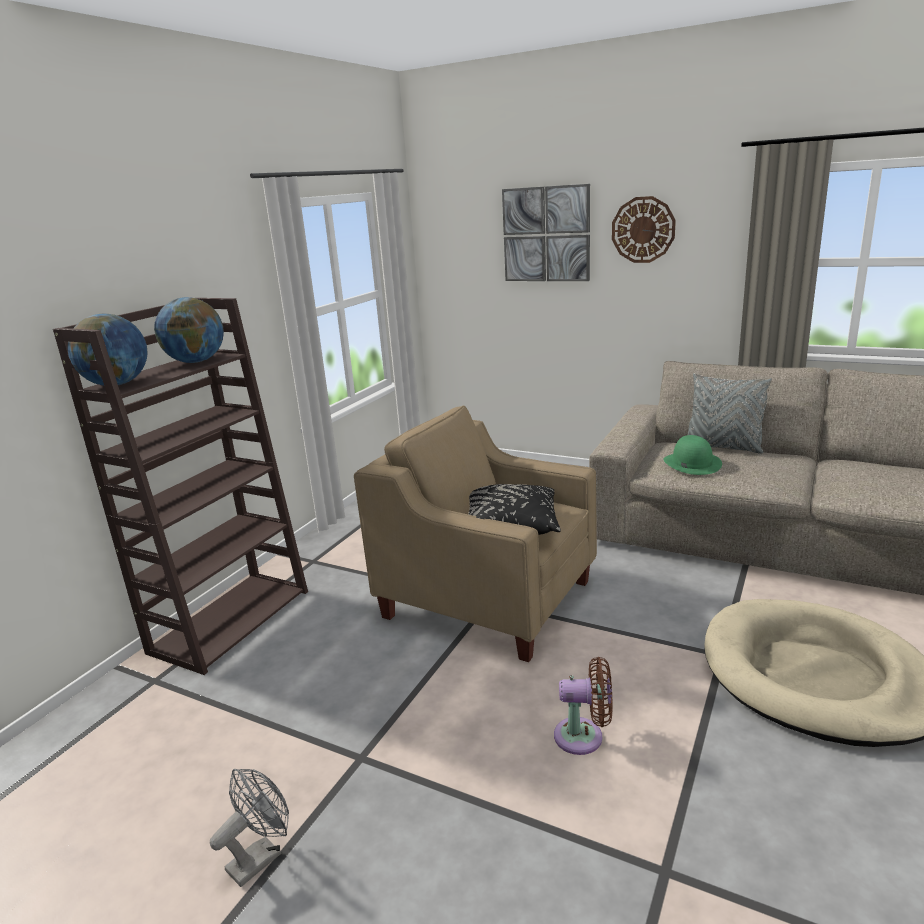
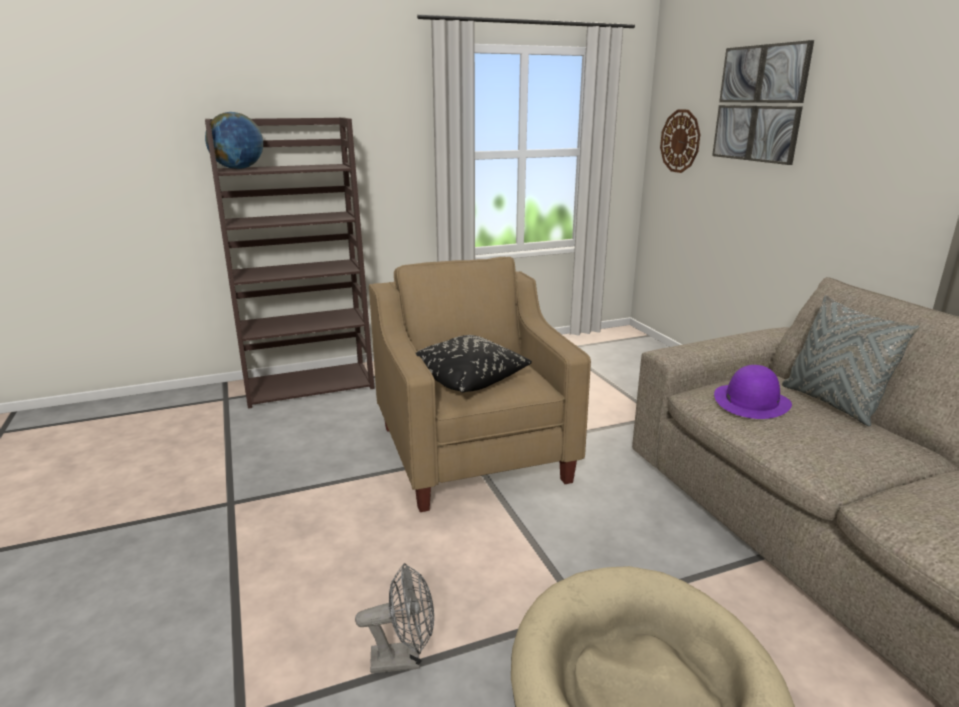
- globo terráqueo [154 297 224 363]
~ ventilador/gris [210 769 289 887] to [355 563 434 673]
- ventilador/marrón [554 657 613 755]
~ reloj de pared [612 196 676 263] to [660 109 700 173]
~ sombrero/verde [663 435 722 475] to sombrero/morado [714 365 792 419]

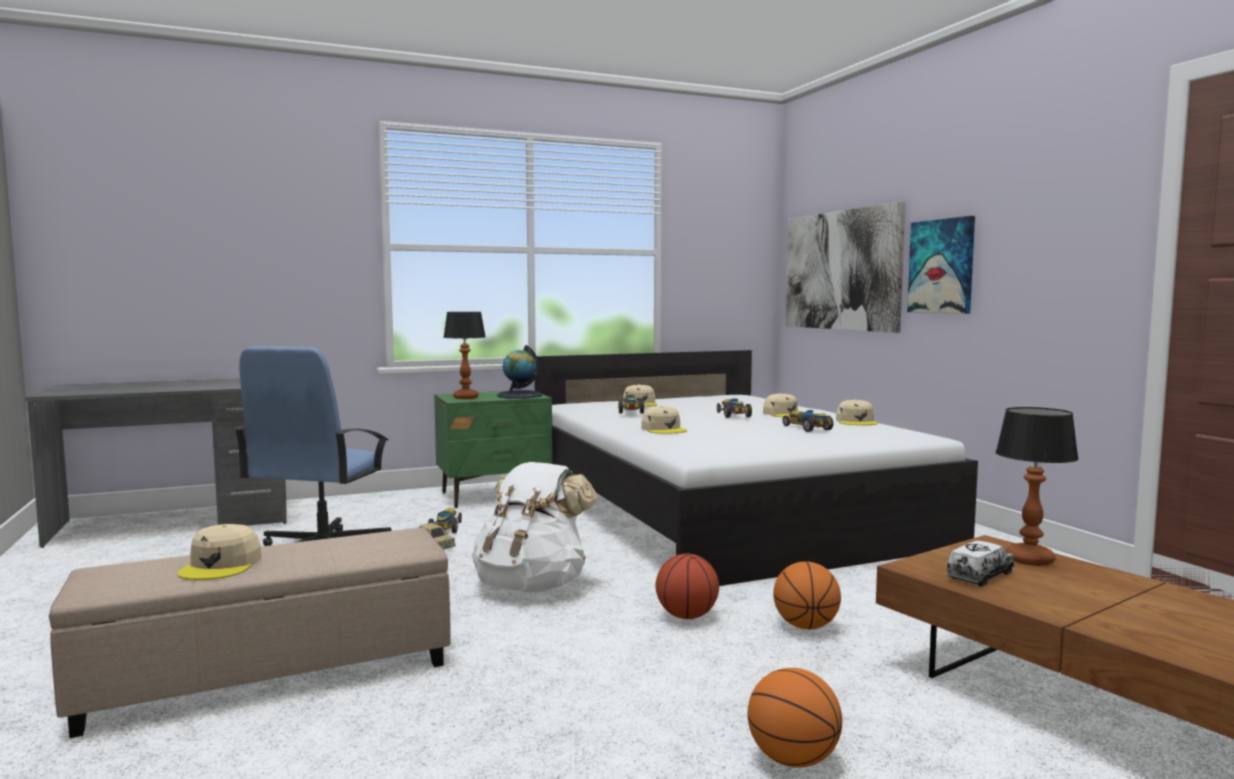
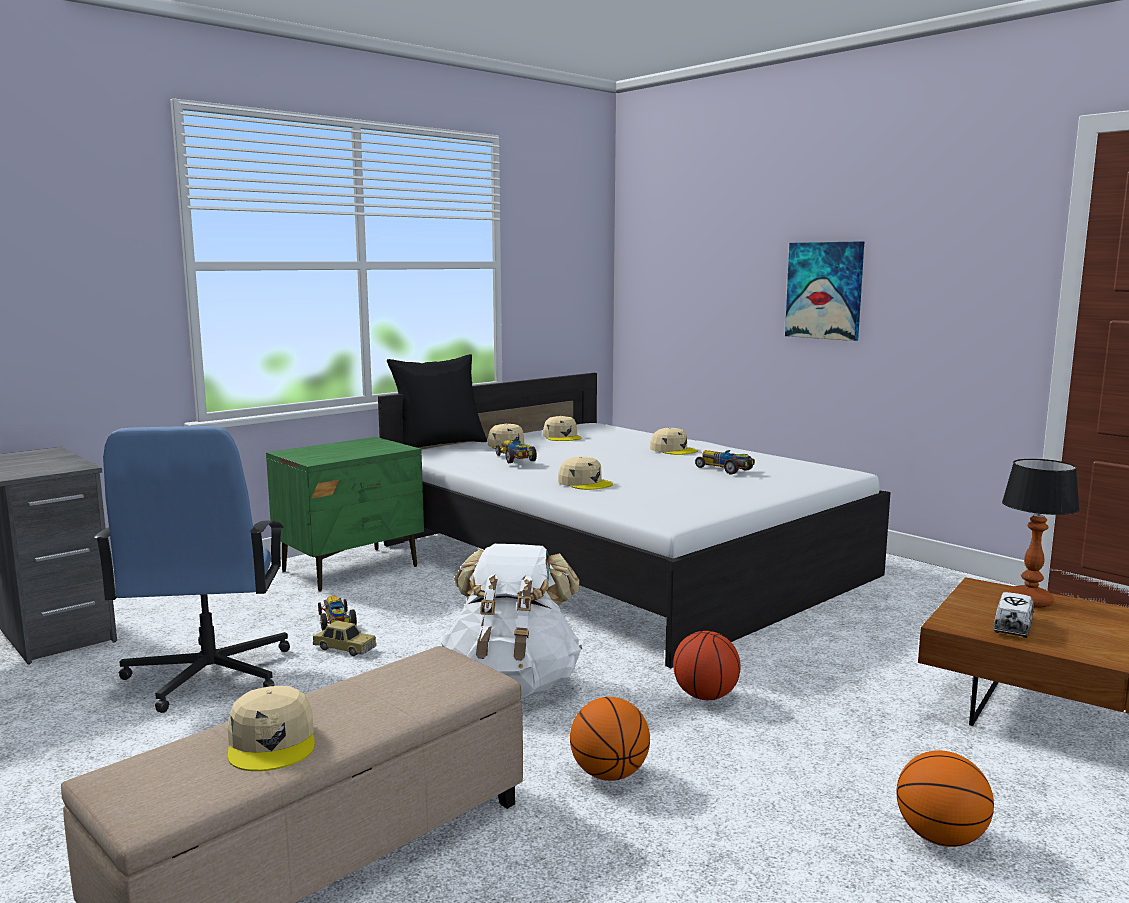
- lámpara de mesa [443 312 486 399]
- globo terráqueo [497 345 542 399]
- coche de juguete [717 399 752 418]
~ balón de baloncesto [773 562 841 629] to [570 697 650 781]
- cuadro [786 202 905 333]
~ gorra/beis [836 399 878 425] to [543 416 582 441]
+ cojín/negro [387 354 487 448]

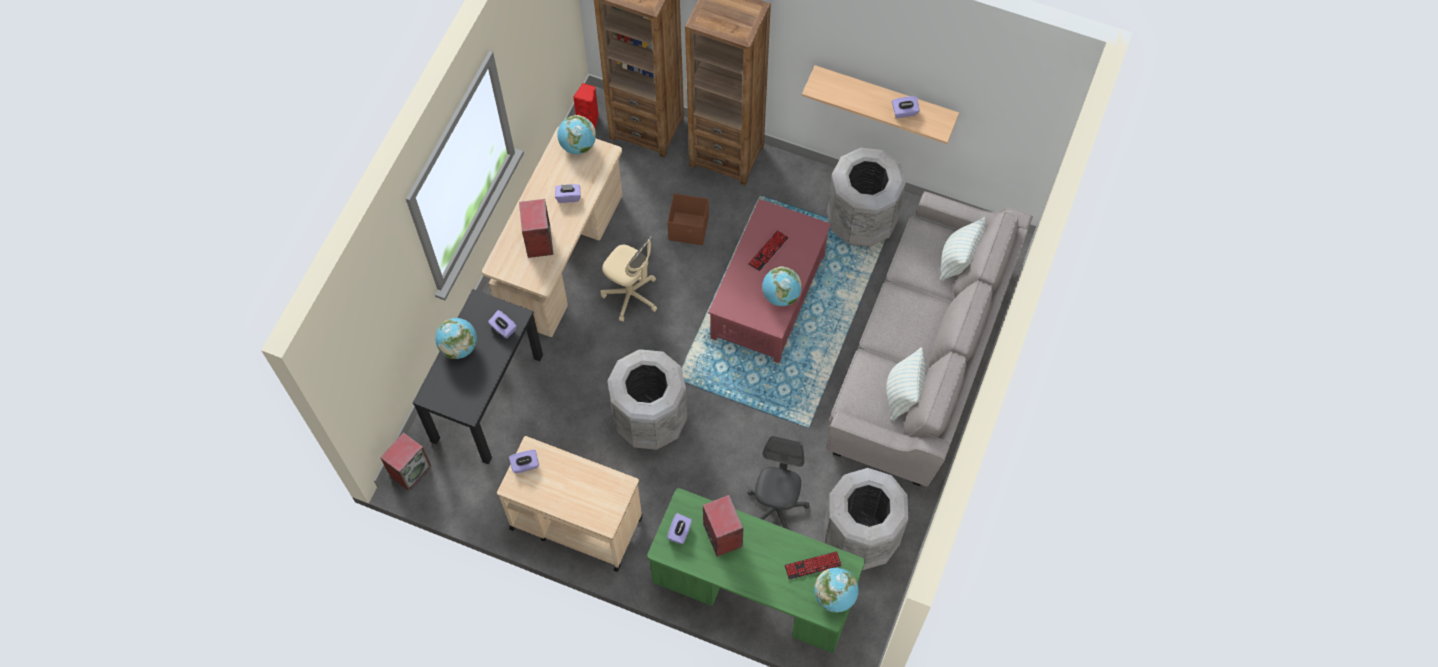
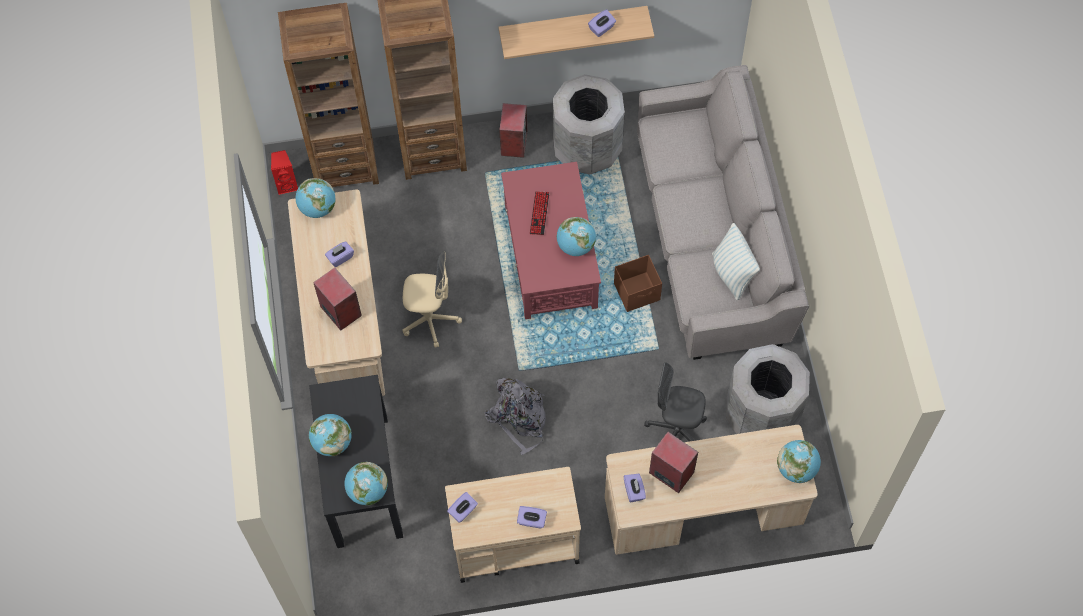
~ altavoz [380 432 432 491] to [499 103 527 158]
~ caja de pañuelos/morado [488 310 517 339] to [517 506 547 529]
~ papelera/gris [607 349 687 450] to mochila/gris [485 378 546 455]
~ escritorio/verde [647 488 865 654] to escritorio/beis [605 425 818 555]
~ caja de almacenaje/marrón [667 193 709 245] to [614 255 662 312]
~ silla de oficina/gris [748 435 810 530] = [644 363 707 442] 60 degrees counterclockwise
- teclado [784 551 842 580]
- cojín [940 217 986 281]
+ globo terráqueo [344 462 388 505]

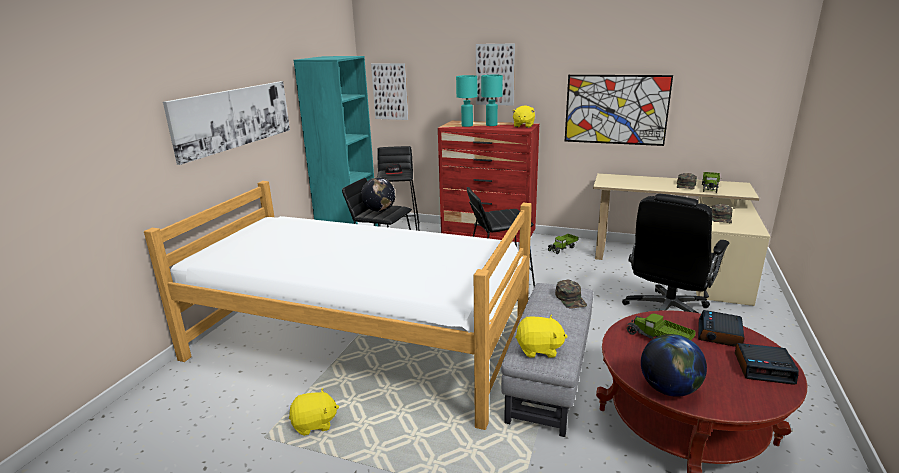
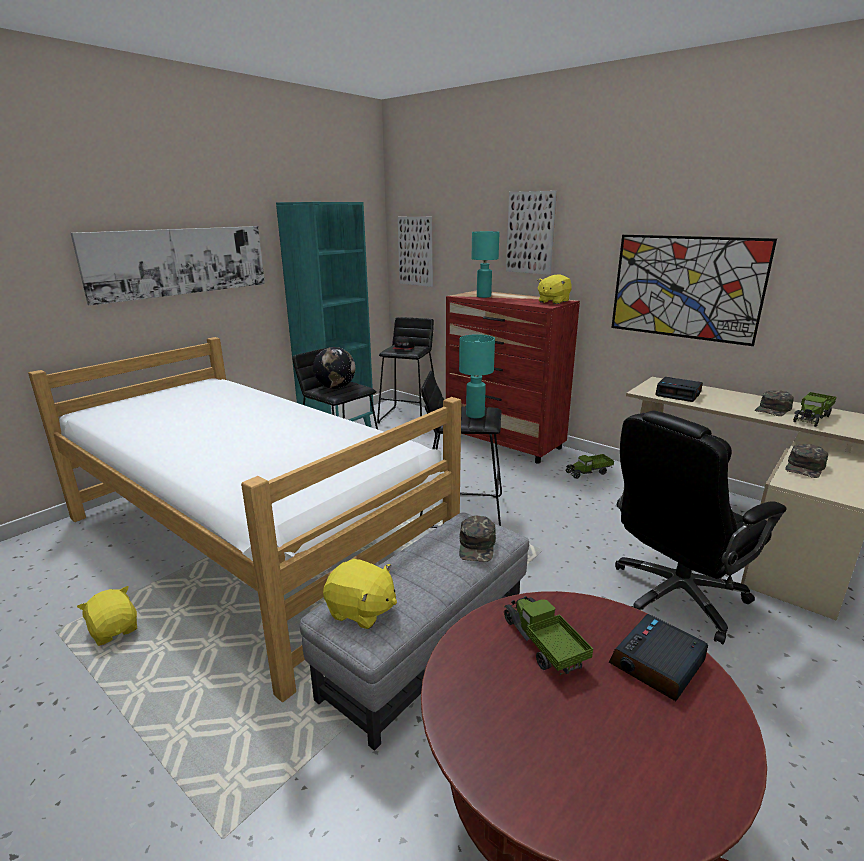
~ peluche/amarillo [289 388 339 436] = [77 586 137 646] 135 degrees counterclockwise
~ lámpara de mesa/turquesa [481 75 503 126] to [459 334 495 418]
- globo terráqueo [641 334 707 397]
~ despertador [735 343 799 385] to [655 377 703 402]

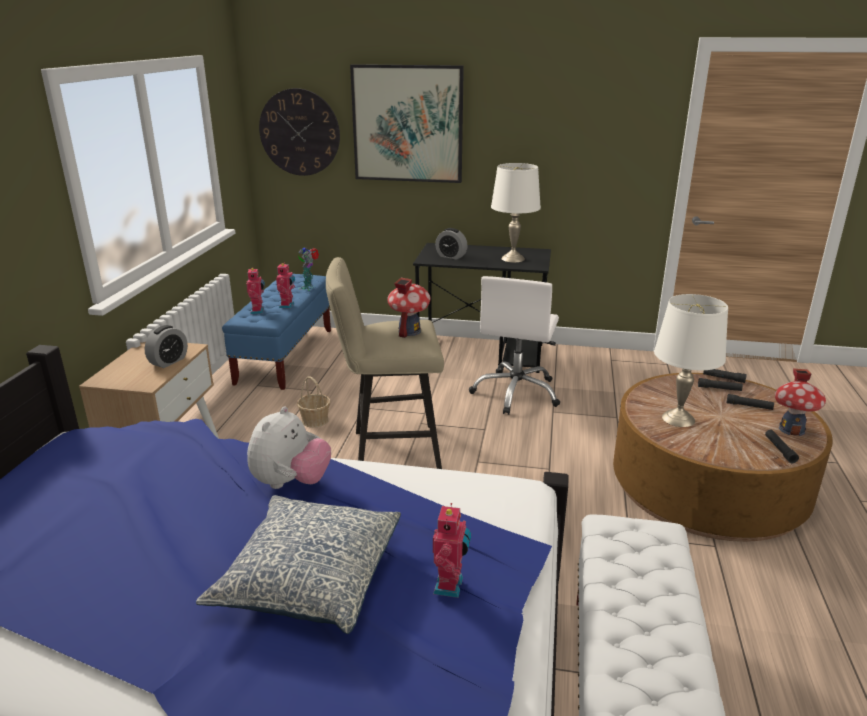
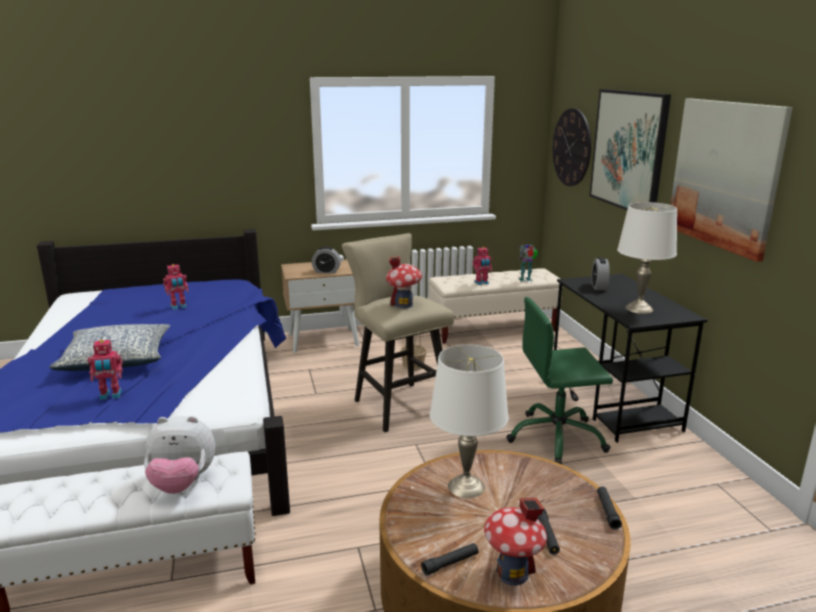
~ banco/azul [222 274 331 390] to banco/beis [429 268 563 344]
~ robot de juguete [246 268 265 314] to [163 264 189 310]
~ peluche [247 406 331 489] to [144 416 215 494]
~ silla de oficina/blanco [469 276 560 415] to silla de oficina/verde [506 297 613 464]
- linterna/negro [698 378 743 391]
+ cuadro [671 99 793 262]

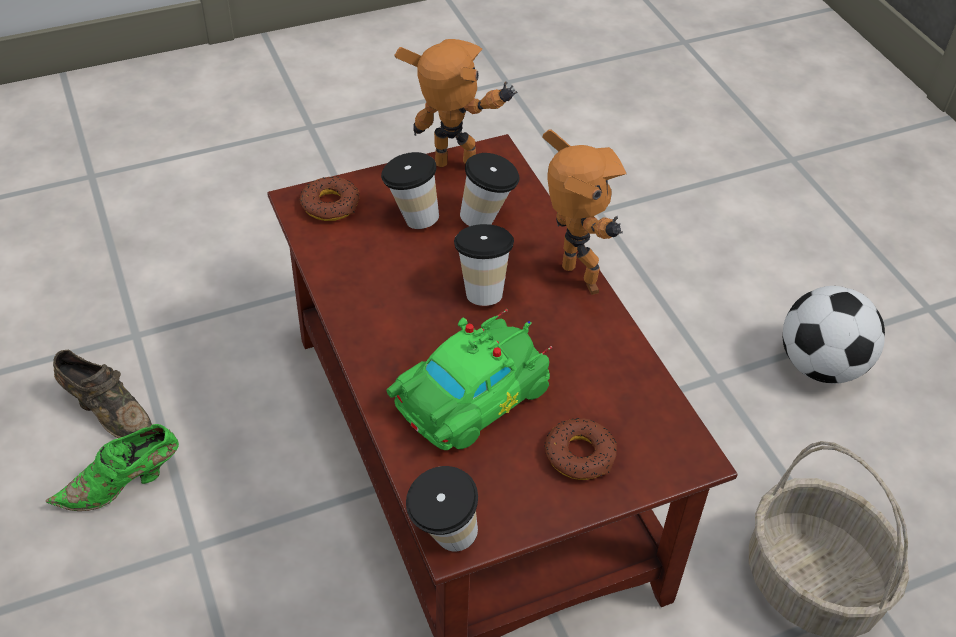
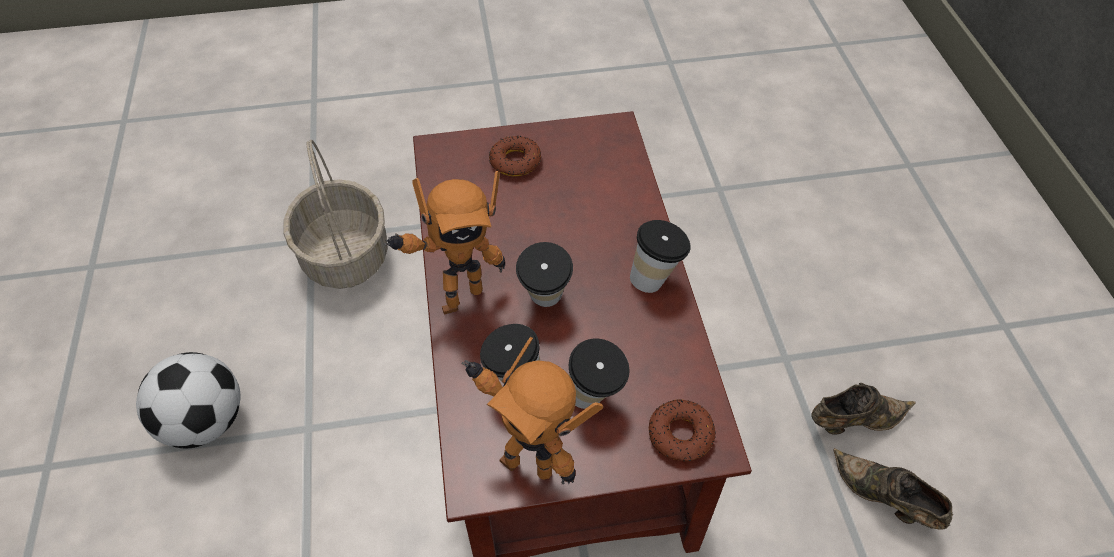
~ zapato/verde [46 424 179 511] to zapato/marrón [811 383 916 435]
- coche de juguete/verde [387 309 552 450]
~ taza [406 466 478 551] to [630 220 691 293]
~ robot de juguete [542 129 627 295] = [384 171 505 315] 105 degrees counterclockwise

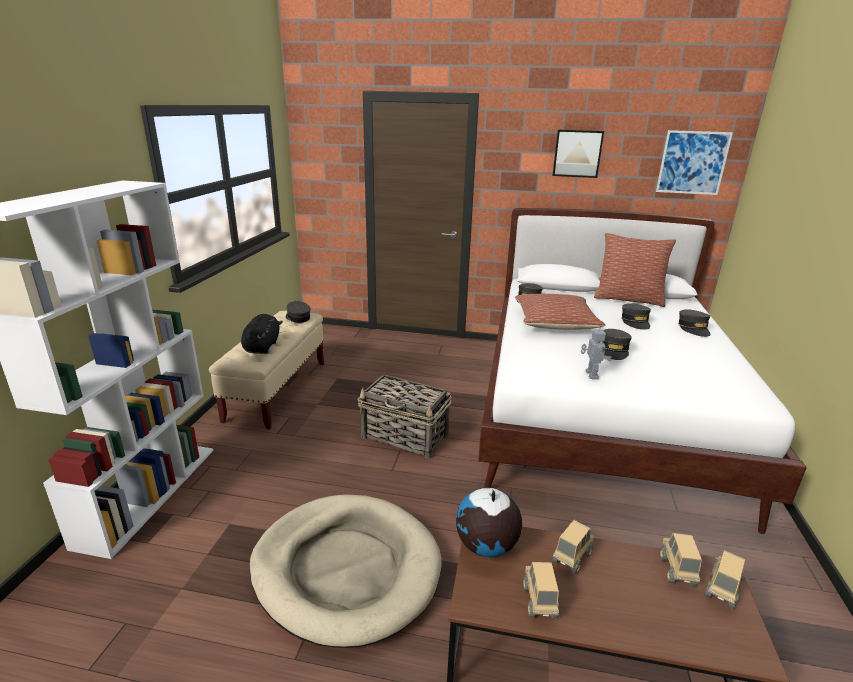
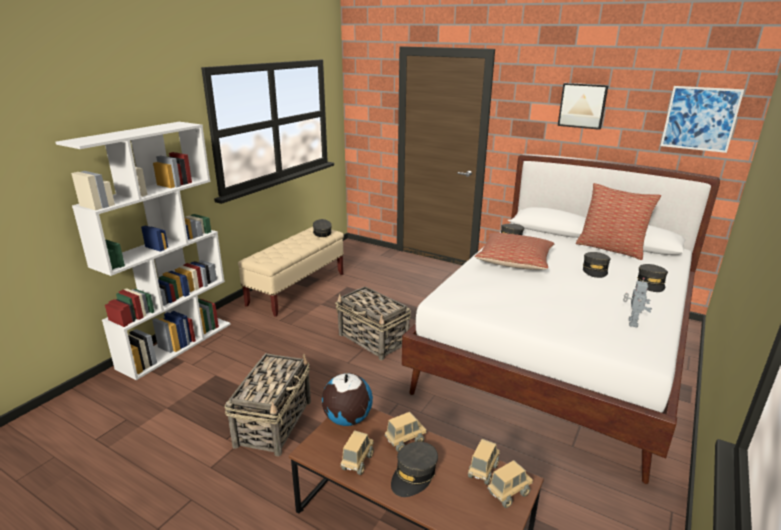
- peluche/negro [241 314 283 354]
~ cama para perro/beis [249 494 442 648] to cesta [224 353 311 456]
~ robot de juguete [581 325 612 379] to [623 277 652 327]
~ gorra/gris [603 329 632 360] to [391 442 438 497]

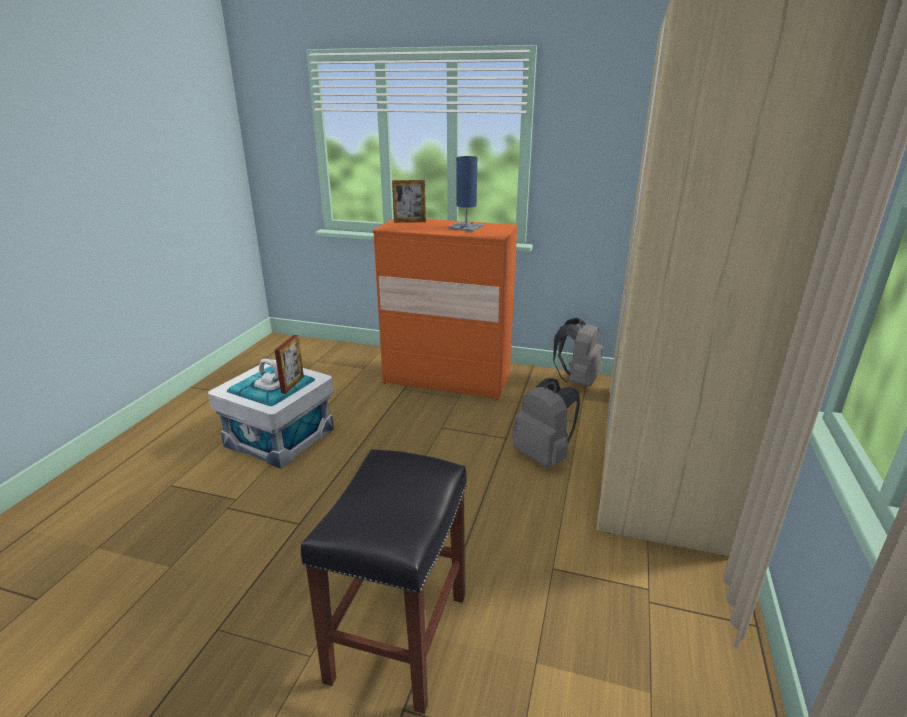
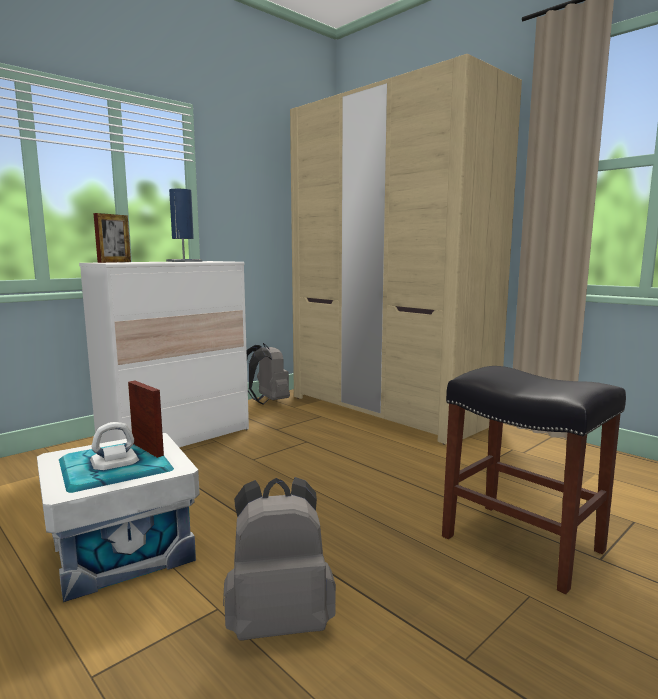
~ cómoda/naranja [373 219 518 400] to cómoda/blanco [79 261 249 447]
~ mochila/gris [512 378 580 467] to [223 477 336 641]

